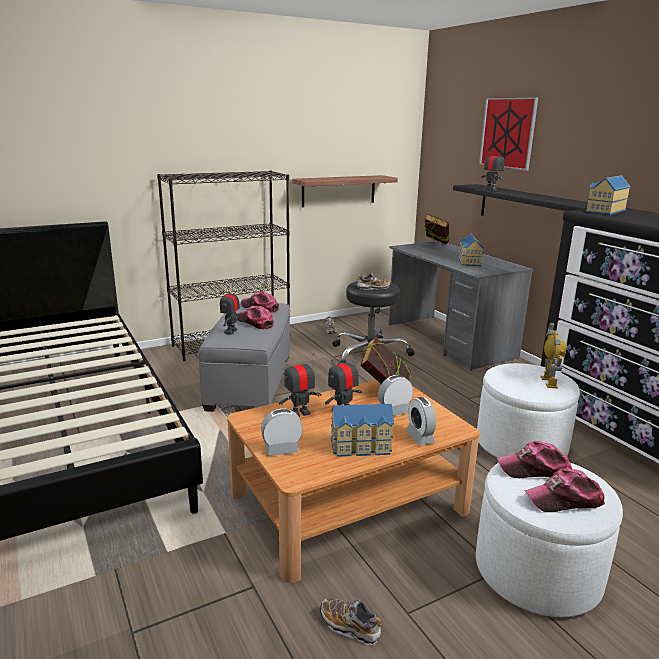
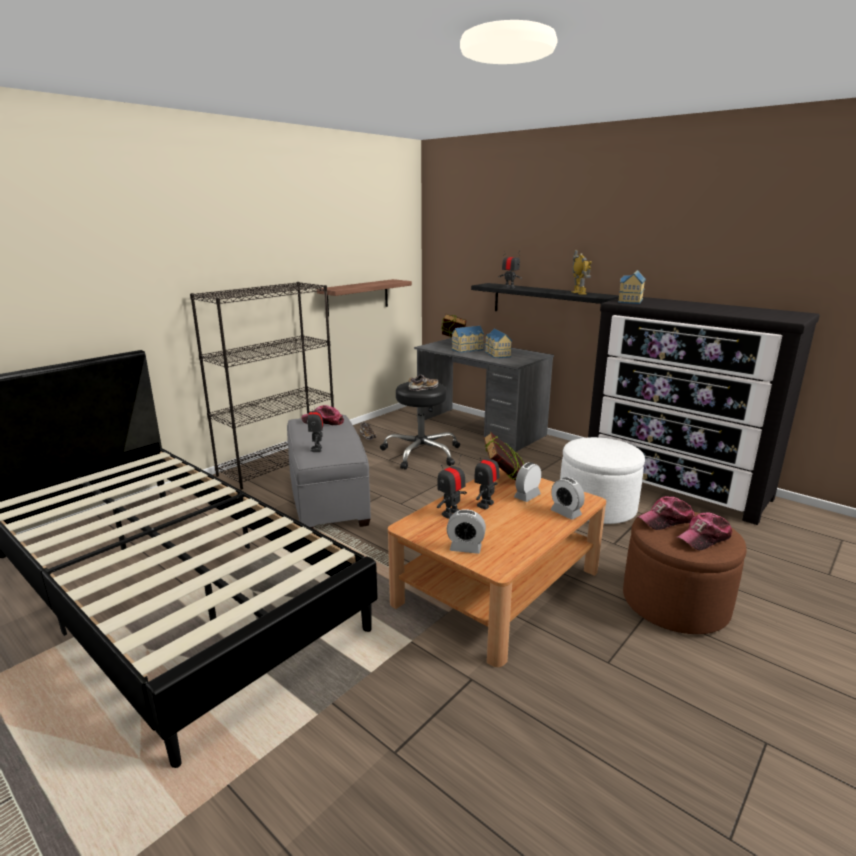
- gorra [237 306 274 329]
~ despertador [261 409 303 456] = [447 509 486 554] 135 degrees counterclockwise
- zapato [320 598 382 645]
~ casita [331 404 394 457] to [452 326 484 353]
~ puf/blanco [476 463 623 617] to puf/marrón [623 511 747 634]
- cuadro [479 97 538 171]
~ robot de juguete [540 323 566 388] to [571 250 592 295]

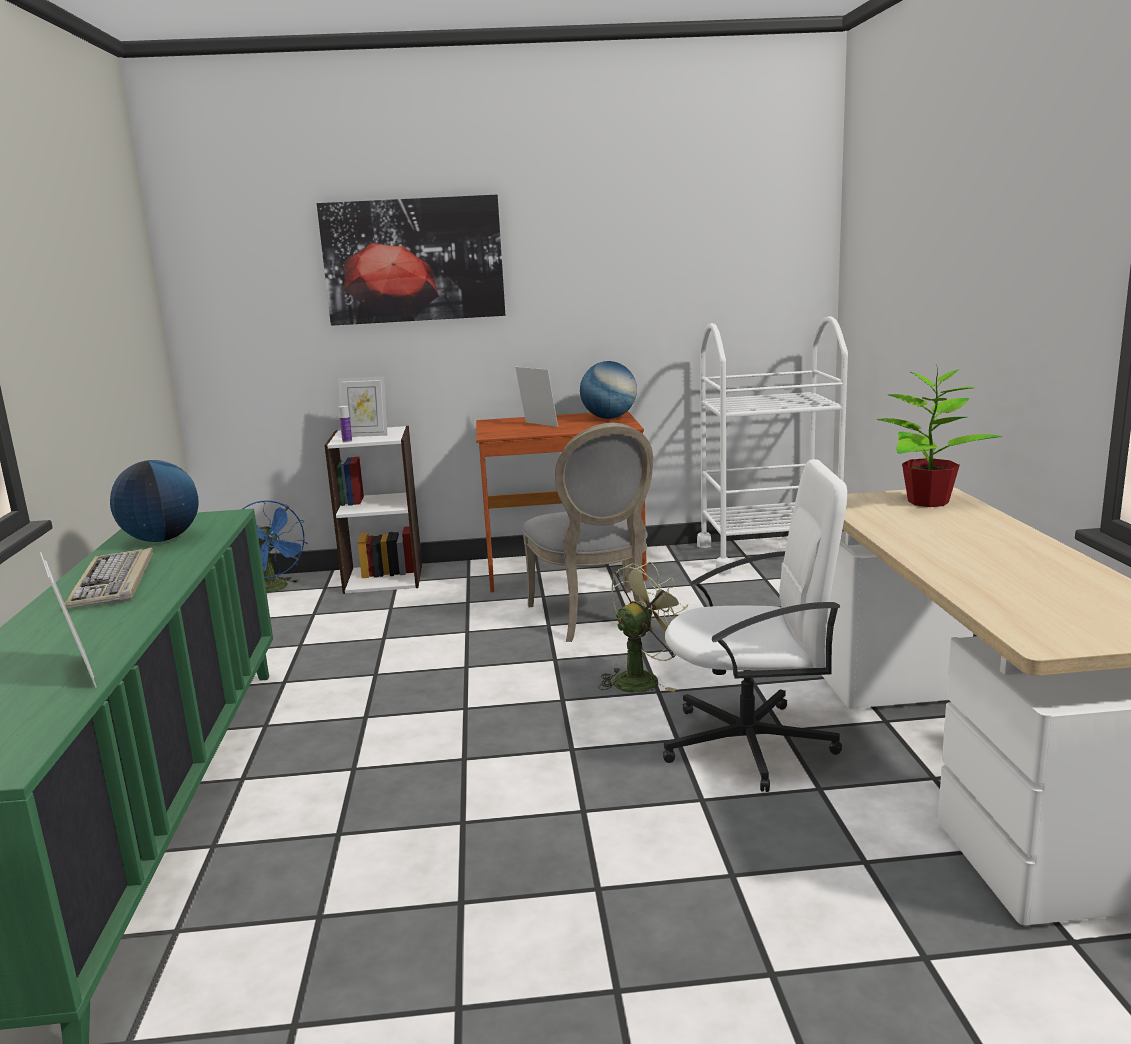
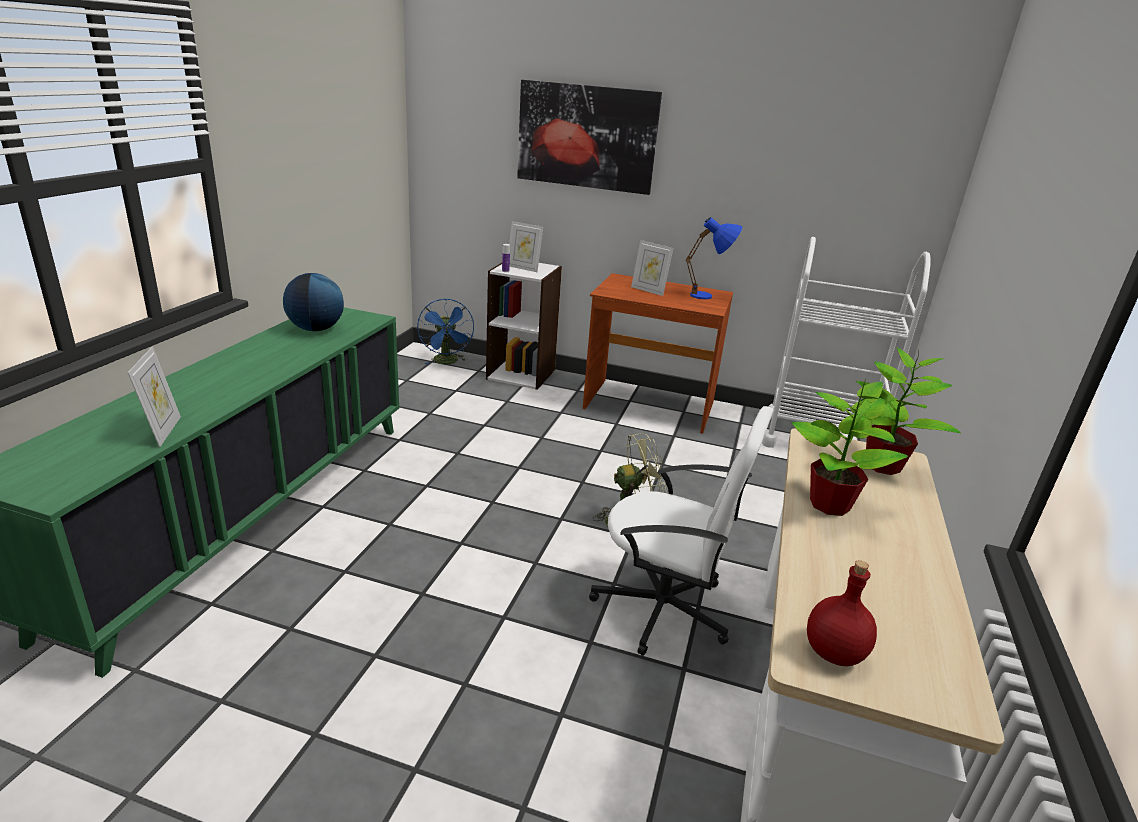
- teclado [65 547 153 608]
~ portarretratos [515 367 558 427] = [631 240 673 296] 150 degrees clockwise
- silla/gris [522 423 654 642]
~ globo terráqueo [580 361 637 419] to lámpara de mesa/azul [685 217 742 299]
+ planta en maceta [792 378 908 516]
+ botella/rojo [807 560 877 666]

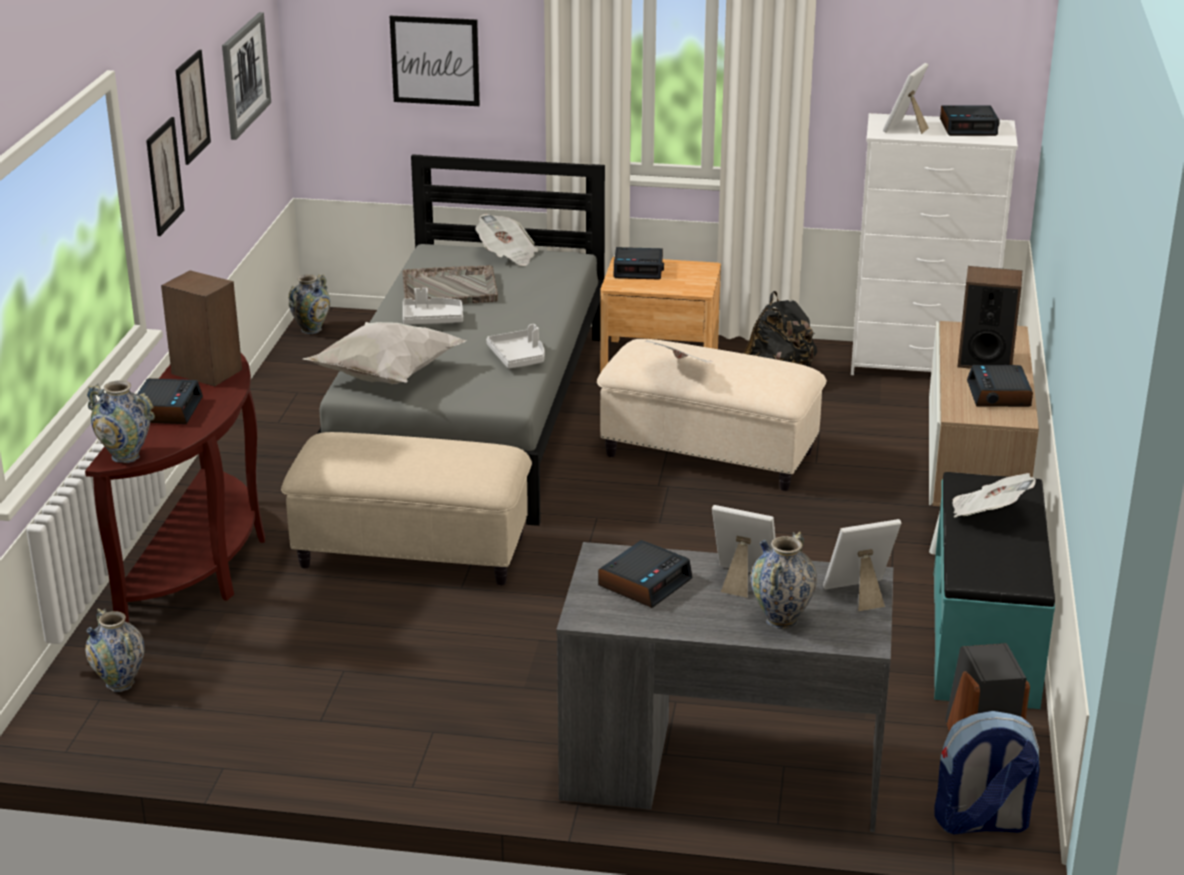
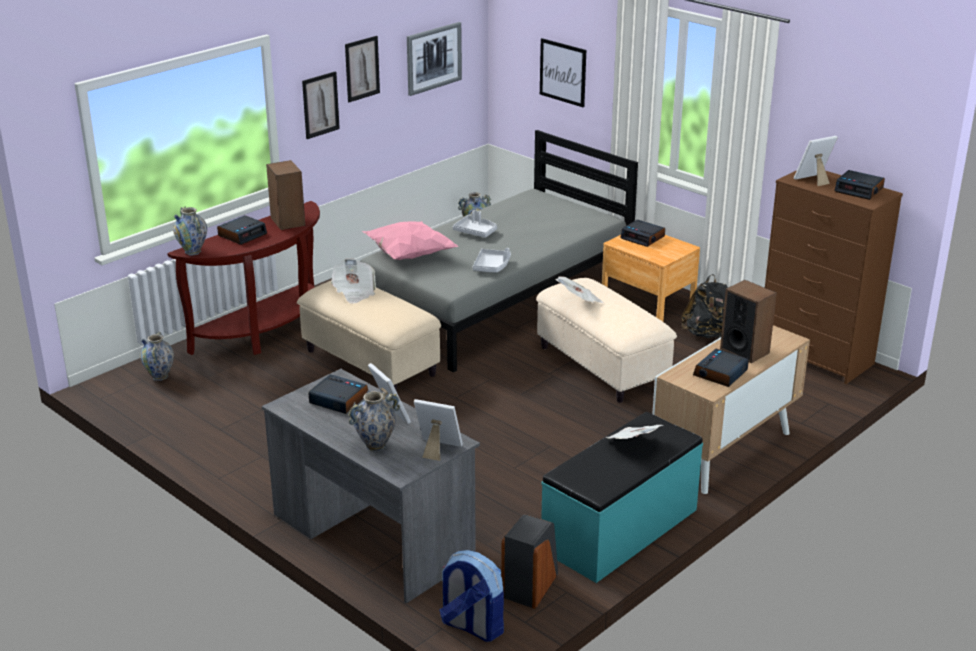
~ cojín/blanco [303 322 467 384] to cojín/rosa [362 221 459 260]
- bandeja/gris [402 265 498 304]
~ periódico [475 214 539 266] to [331 258 376 304]
~ despertador [598 540 693 608] = [308 374 368 414] 135 degrees counterclockwise
~ cómoda/blanco [851 113 1018 375] to cómoda/marrón [765 170 903 384]

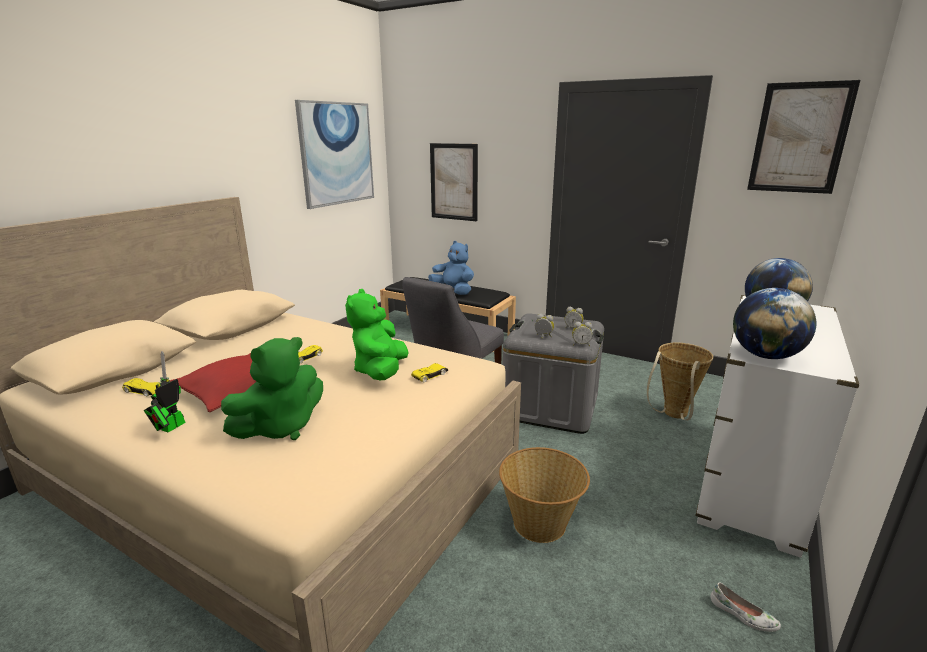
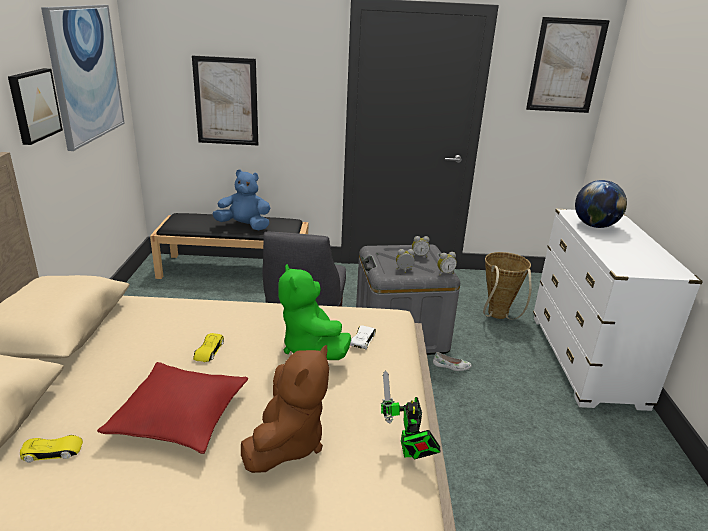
~ robot de juguete [144 351 186 432] to [381 370 441 459]
~ peluche/verde [221 337 323 440] to peluche/marrón [241 345 329 473]
~ coche de juguete/amarillo [411 363 448 382] to coche de juguete/blanco [350 326 376 349]
- cesta [499 447 590 543]
~ zapato/blanco [710 583 781 632] to [433 352 472 371]
- globo terráqueo [733 288 817 359]
+ cuadro [8 68 63 145]

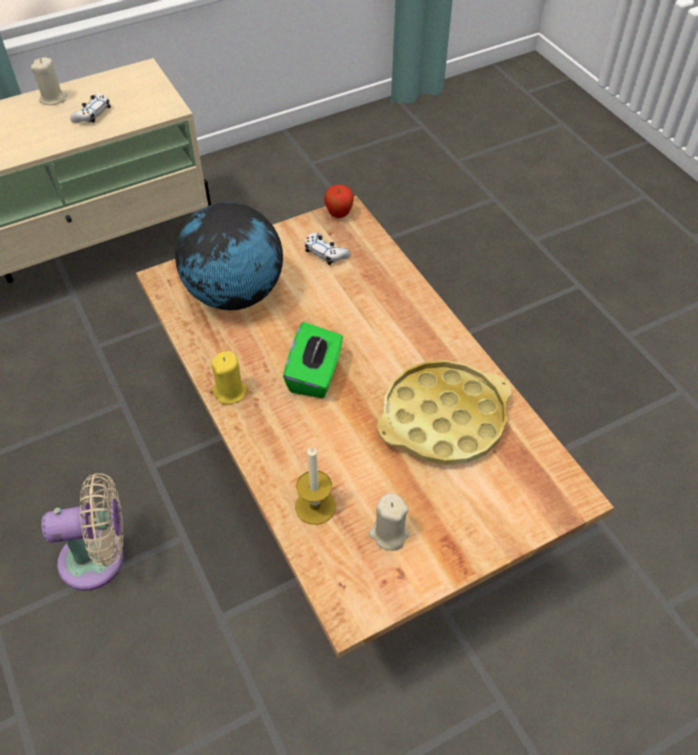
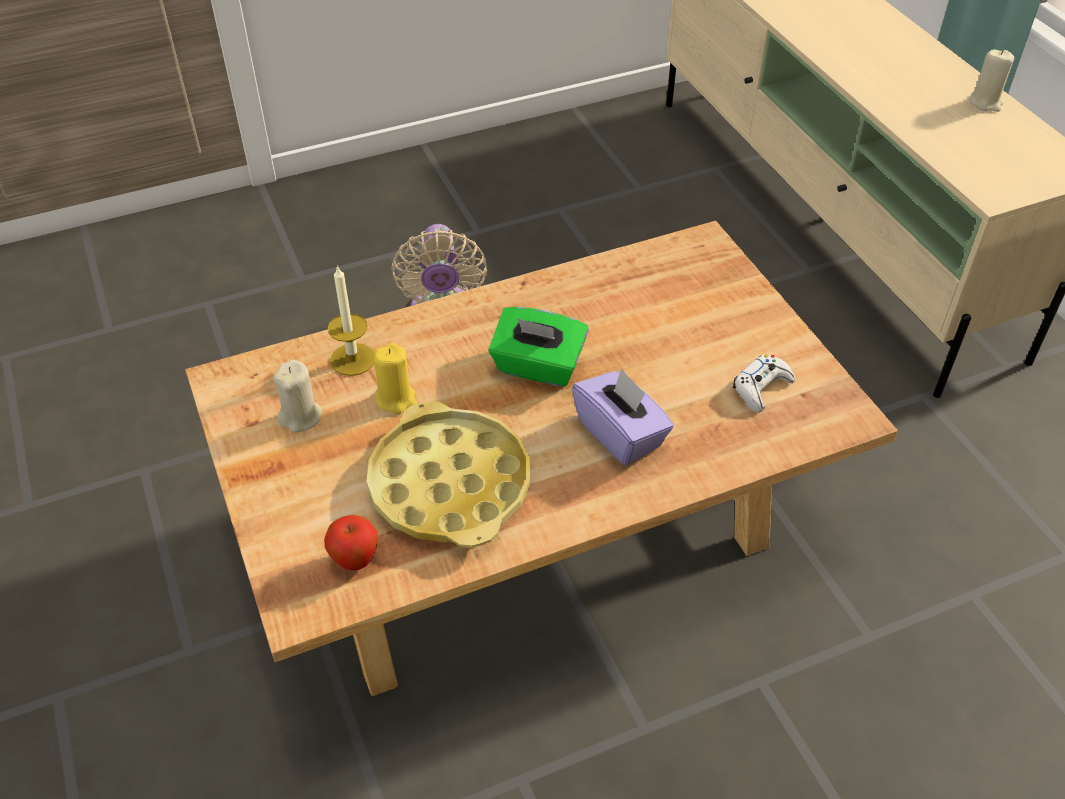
- mando de consola/blanco [70 93 111 123]
- globo terráqueo [175 202 283 310]
~ vela/amarillo [211 351 247 405] to [373 343 417 414]
~ manzana [324 184 354 218] to [324 515 378 571]
+ caja de pañuelos/morado [572 368 674 466]

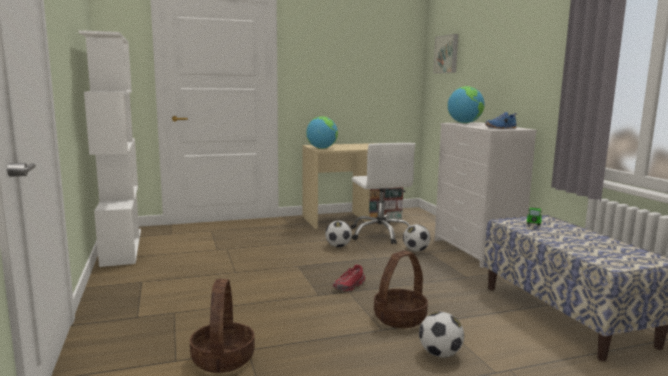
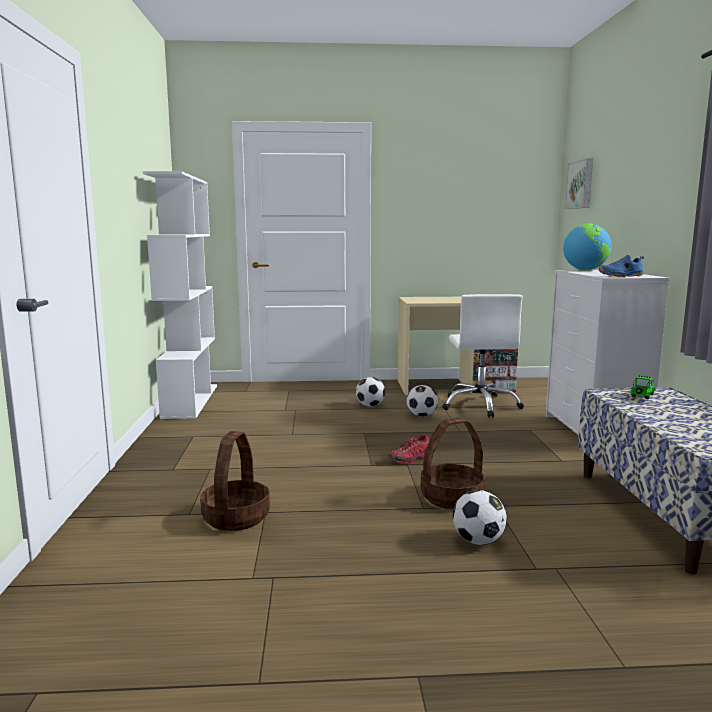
- globo terráqueo [306 116 338 149]
~ balón de fútbol [403 224 430 251] to [356 377 385 407]

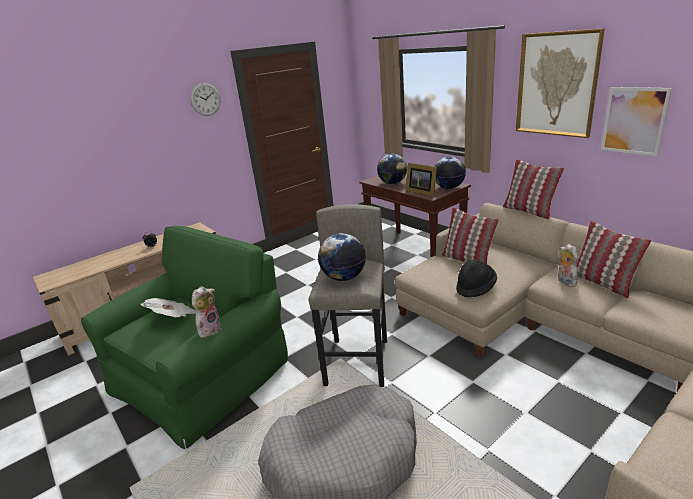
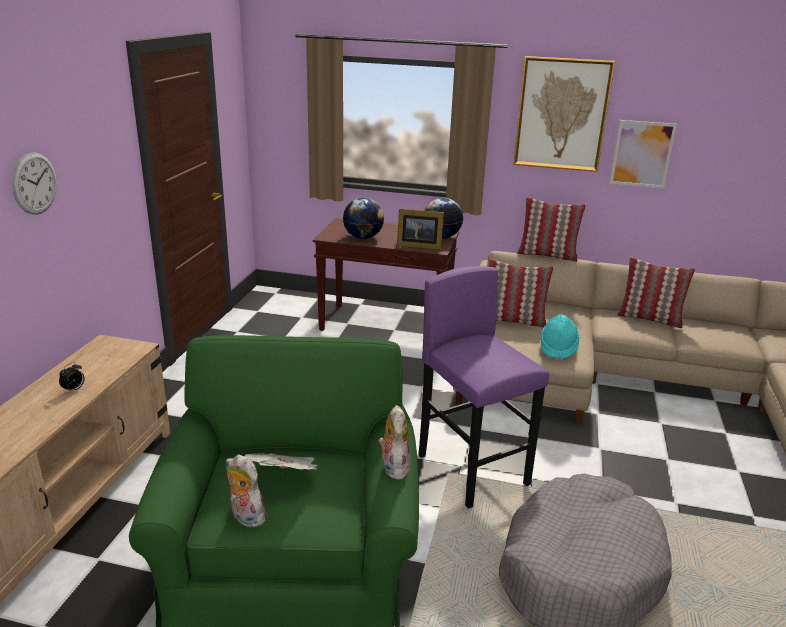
~ reloj de pared [190 83 221 116] to [12 152 57 215]
~ taburete/gris [309 204 387 387] to taburete/morado [418 266 549 509]
- globo terráqueo [318 233 366 281]
~ sombrero/negro [456 259 497 298] to sombrero/turquesa [541 314 579 360]
~ peluche [558 244 578 287] to [226 454 265 527]

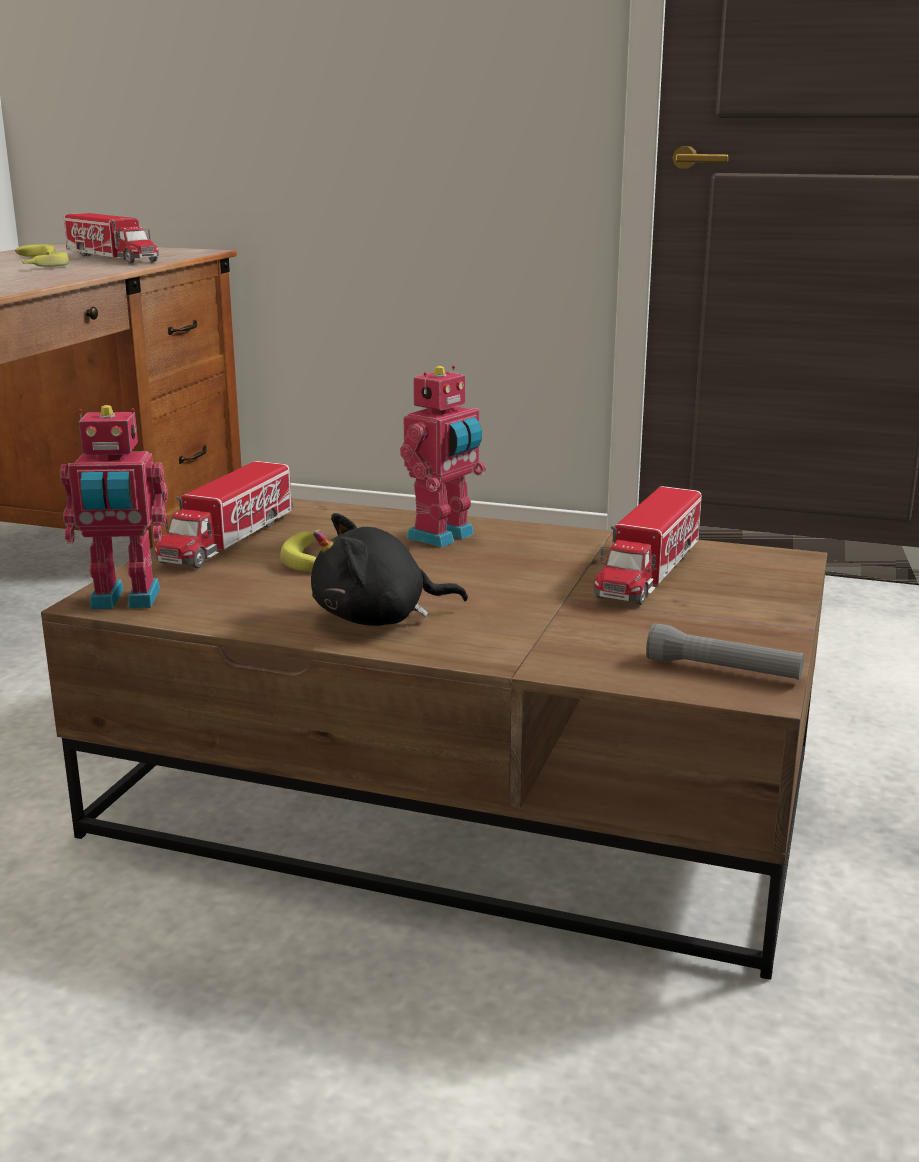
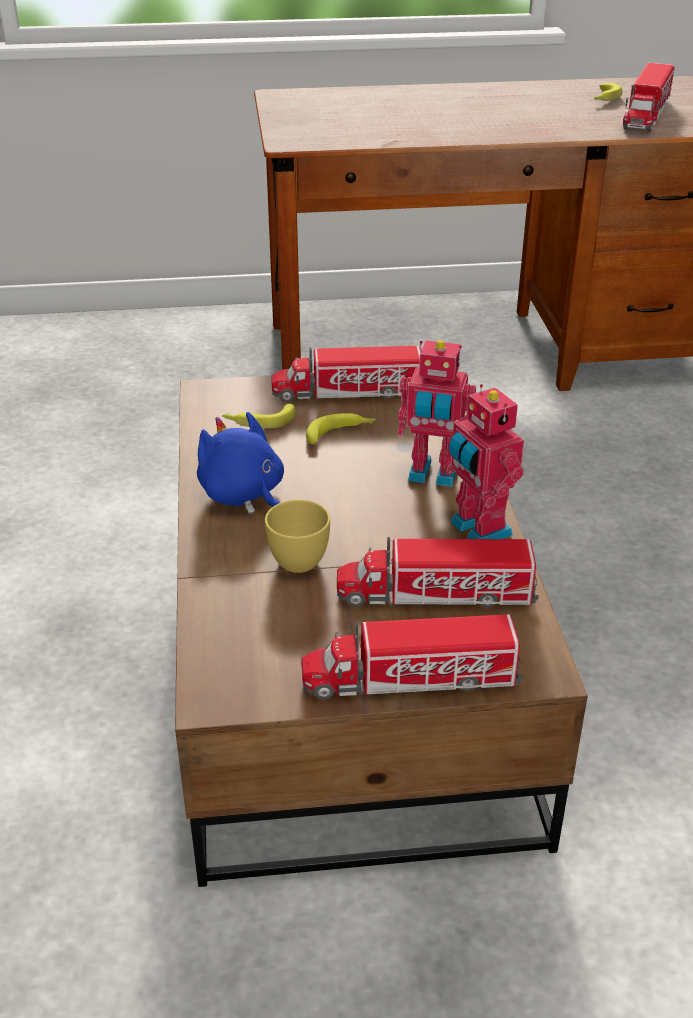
~ plátano [22 252 69 267] to [222 403 295 429]
~ robot de juguete [60 405 168 609] to [444 384 524 539]
~ peluche/negro [311 513 468 626] to peluche/azul [197 412 284 514]
- linterna/gris [646 623 804 680]
+ taza/amarillo [265 500 330 573]
+ camión de juguete [301 614 523 699]

